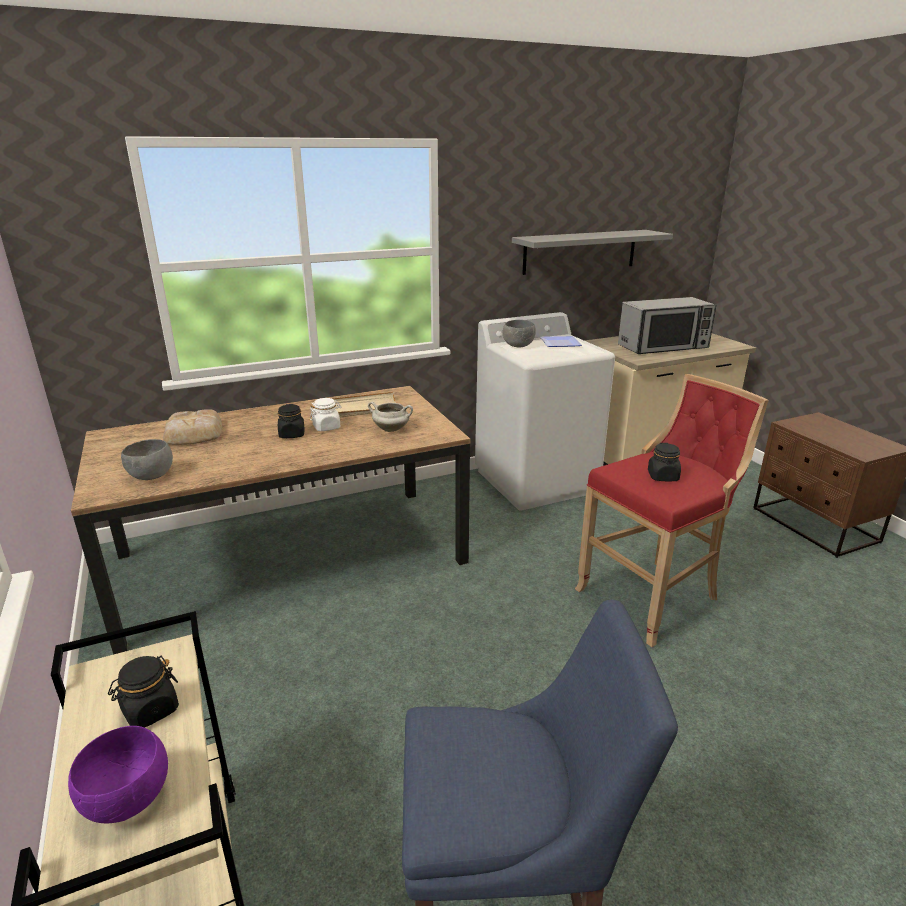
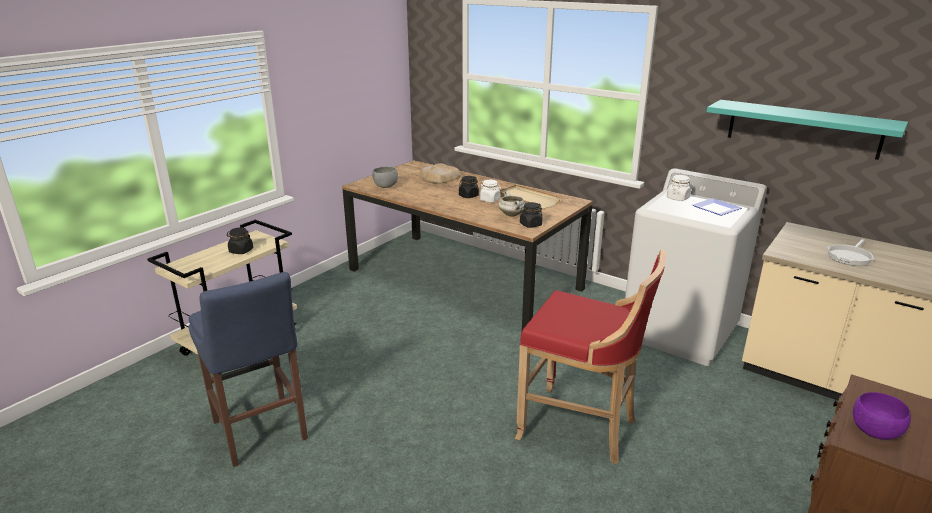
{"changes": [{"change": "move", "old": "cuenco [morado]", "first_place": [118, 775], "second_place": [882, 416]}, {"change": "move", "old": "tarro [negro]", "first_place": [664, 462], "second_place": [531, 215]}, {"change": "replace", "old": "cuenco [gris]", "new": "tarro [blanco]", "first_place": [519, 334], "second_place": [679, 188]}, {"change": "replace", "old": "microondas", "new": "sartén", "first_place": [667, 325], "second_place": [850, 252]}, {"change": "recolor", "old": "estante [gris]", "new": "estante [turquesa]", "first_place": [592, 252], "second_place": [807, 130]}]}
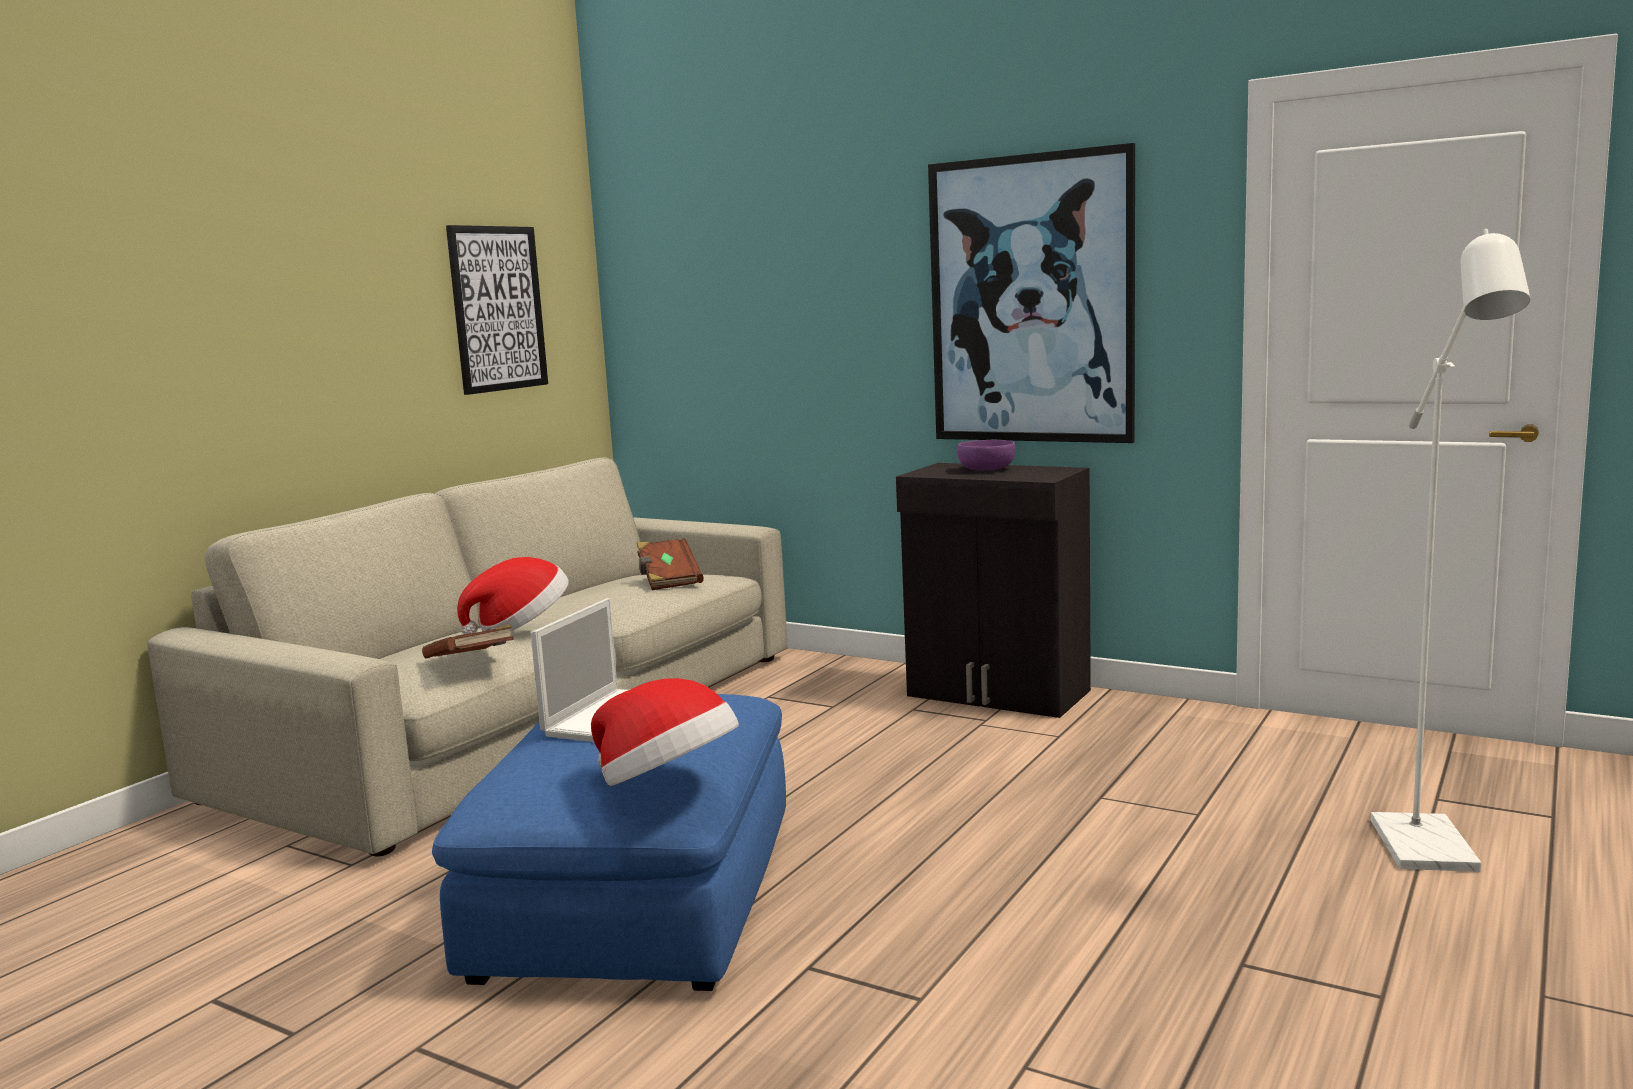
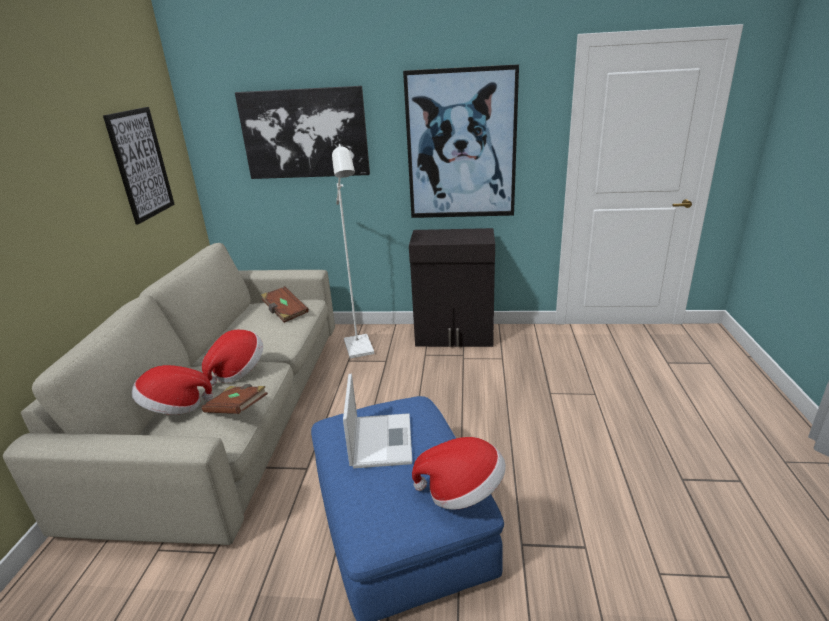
{"changes": [{"change": "delete", "old": "cuenco [morado]", "first_place": [986, 455]}, {"change": "insert", "new": "sombrero", "second_place": [172, 390]}, {"change": "insert", "new": "cuadro", "second_place": [302, 132]}, {"change": "move", "old": "lámpara de pie [blanco]", "first_place": [1450, 550], "second_place": [353, 251]}]}
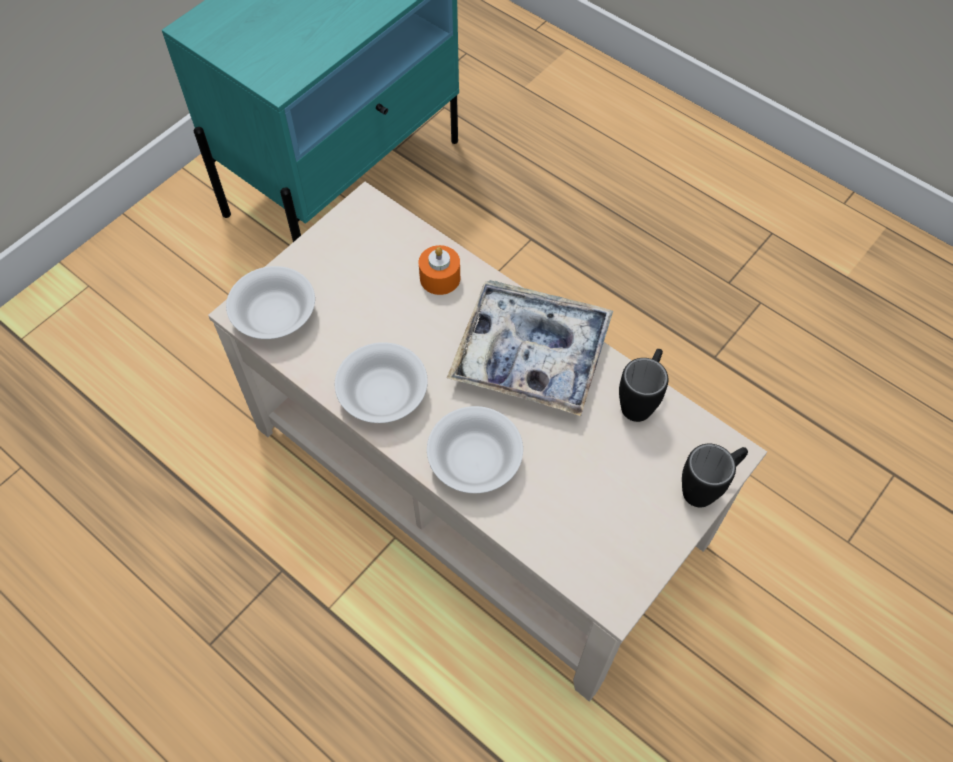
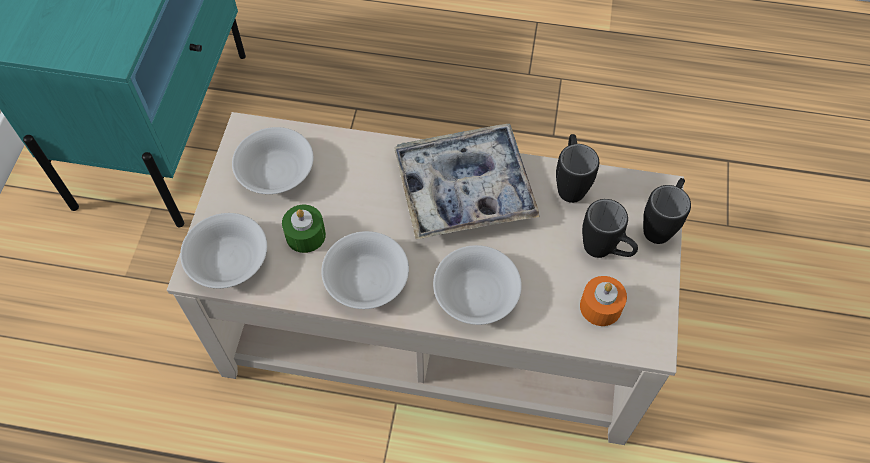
{"changes": [{"change": "insert", "new": "cuenco [blanco]", "second_place": [273, 160]}, {"change": "insert", "new": "vela [verde]", "second_place": [304, 229]}, {"change": "insert", "new": "taza grande [negro]", "second_place": [610, 228]}, {"change": "move", "old": "vela [naranja]", "first_place": [439, 270], "second_place": [603, 301]}]}
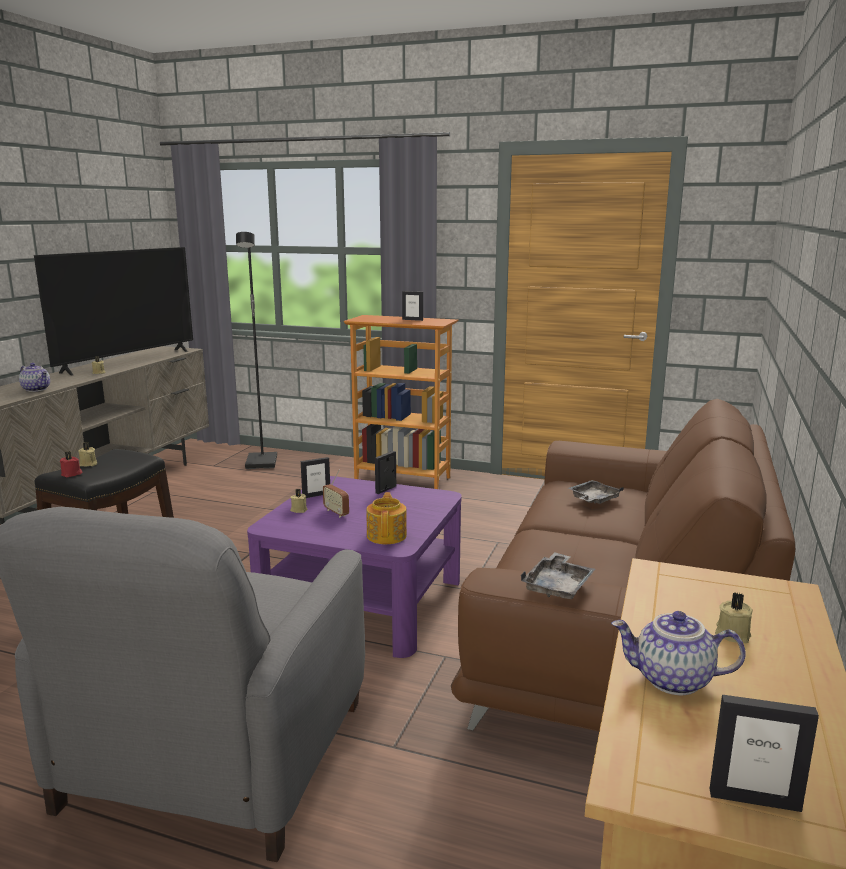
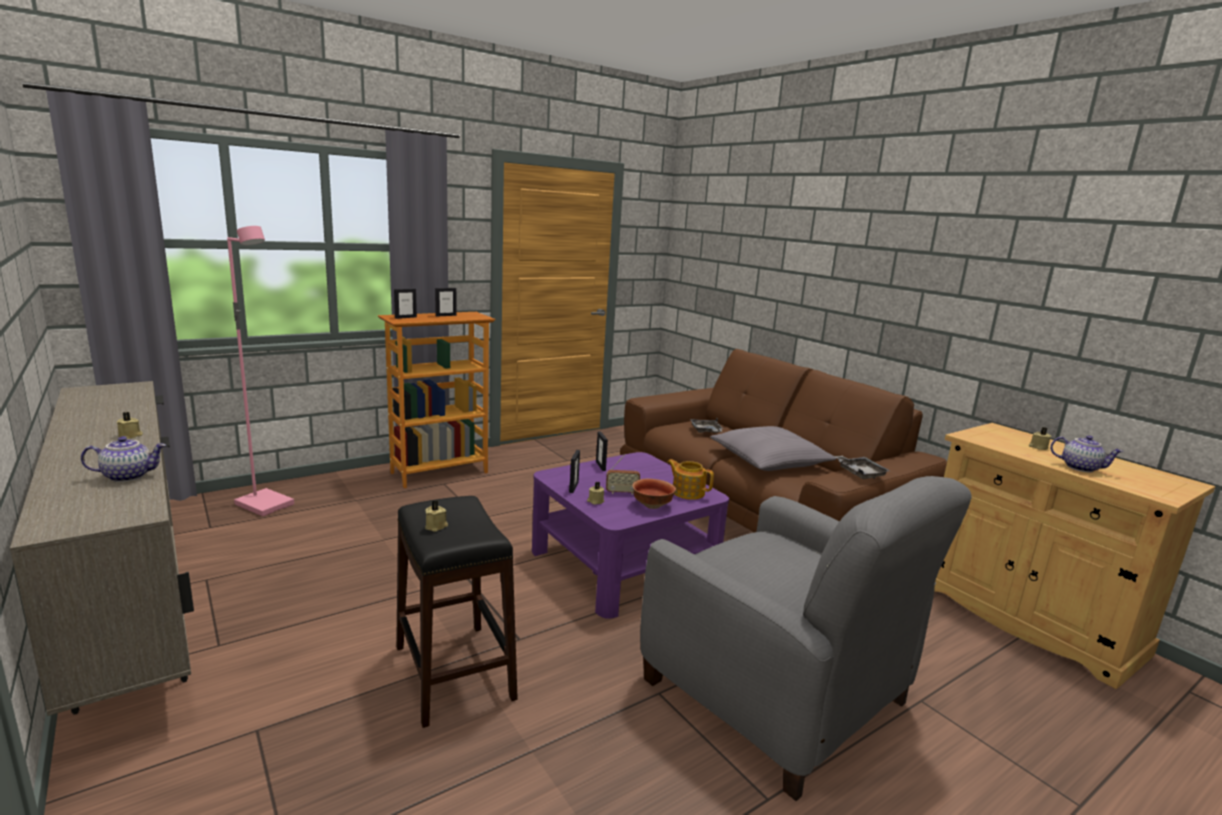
{"changes": [{"change": "delete", "old": "televisor", "first_place": [113, 311]}, {"change": "delete", "old": "vela [rojo]", "first_place": [71, 464]}, {"change": "insert", "new": "cuenco", "second_place": [654, 494]}, {"change": "insert", "new": "cojín [gris]", "second_place": [773, 448]}, {"change": "move", "old": "portarretratos", "first_place": [764, 753], "second_place": [405, 304]}, {"change": "recolor", "old": "lámpara de pie [negro]", "new": "lámpara de pie [rosa]", "first_place": [256, 350], "second_place": [260, 371]}, {"change": "rotate", "old": "tetera", "first_place": [678, 653], "second_place": [1086, 453], "degrees": -105}]}
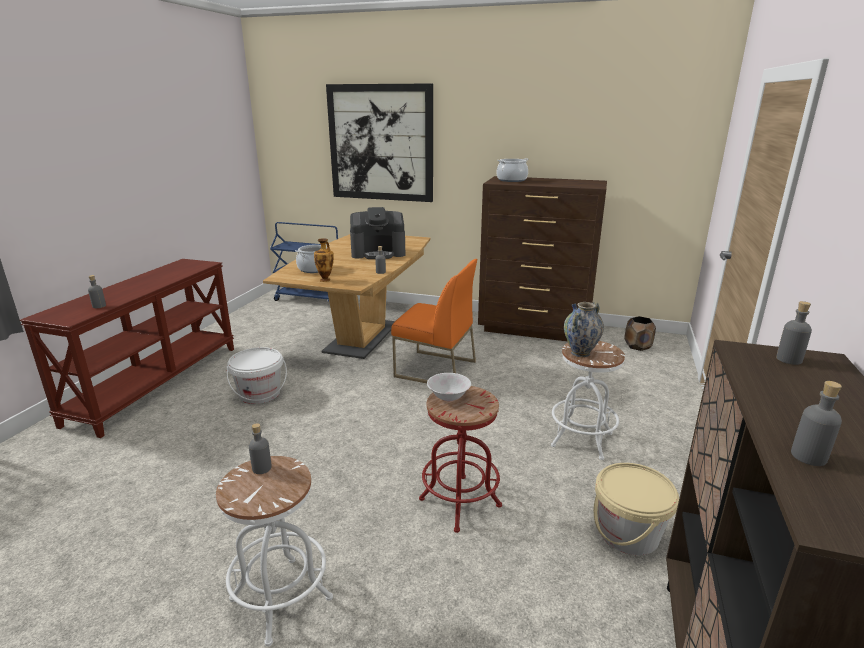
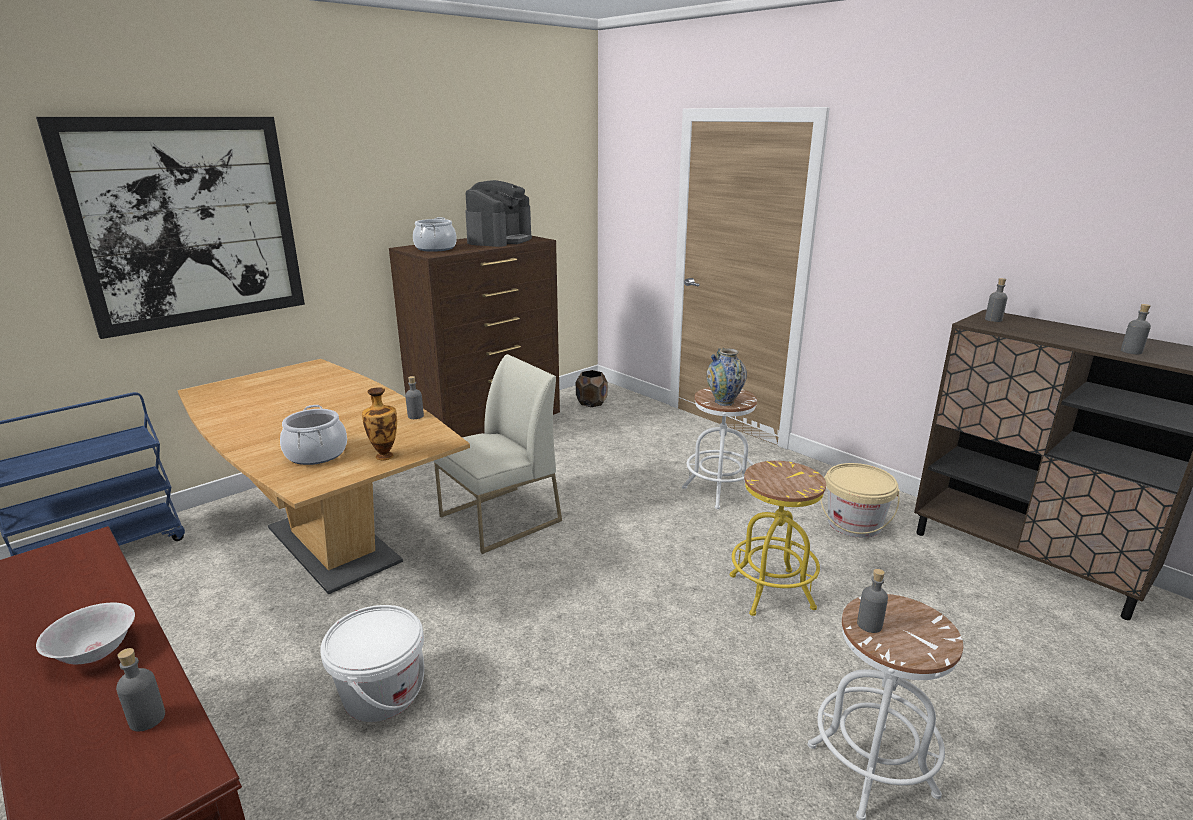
{"changes": [{"change": "move", "old": "cafetera", "first_place": [377, 233], "second_place": [498, 213]}, {"change": "move", "old": "cuenco [blanco]", "first_place": [449, 387], "second_place": [85, 633]}, {"change": "recolor", "old": "silla [naranja]", "new": "silla [blanco]", "first_place": [434, 321], "second_place": [498, 454]}, {"change": "recolor", "old": "taburete [rojo]", "new": "taburete [amarillo]", "first_place": [460, 459], "second_place": [778, 538]}]}
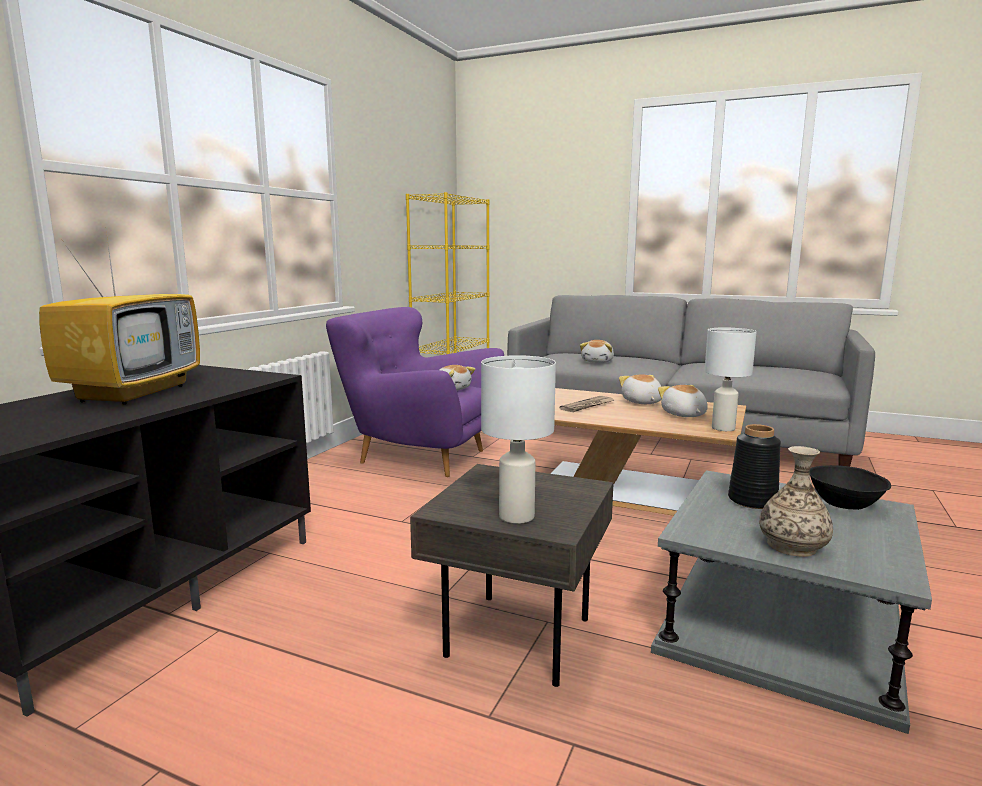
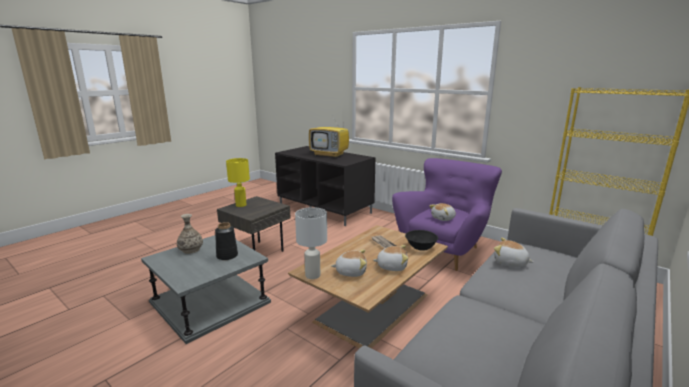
{"changes": [{"change": "move", "old": "cuenco [negro]", "first_place": [850, 487], "second_place": [421, 240]}, {"change": "recolor", "old": "lámpara de mesa [blanco]", "new": "lámpara de mesa [amarillo]", "first_place": [518, 439], "second_place": [238, 182]}]}
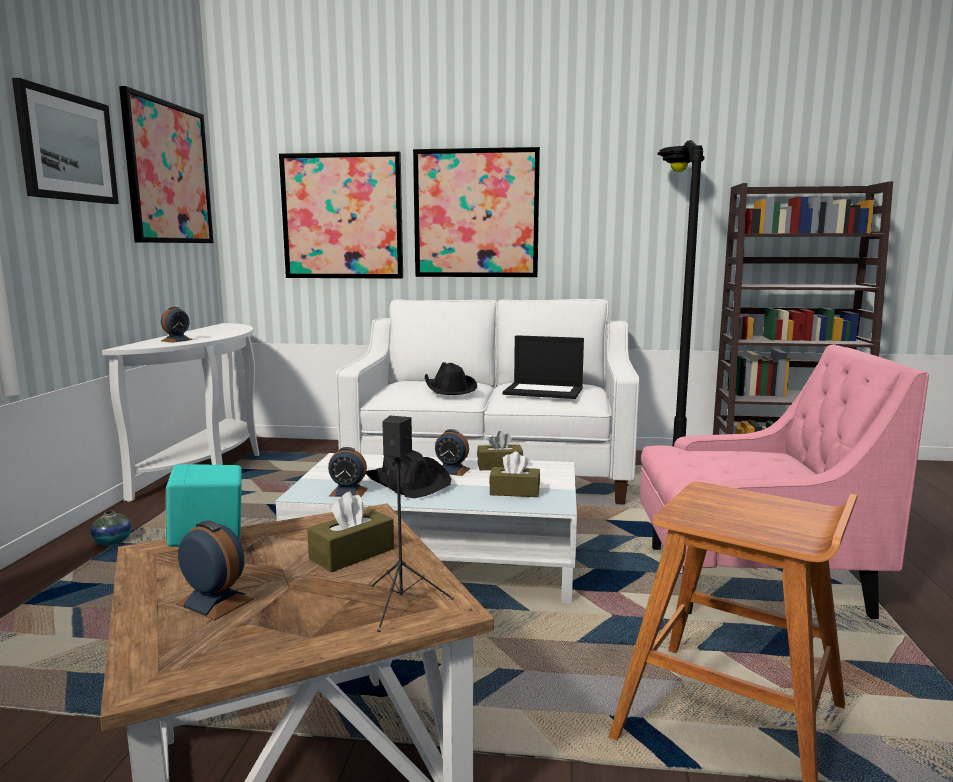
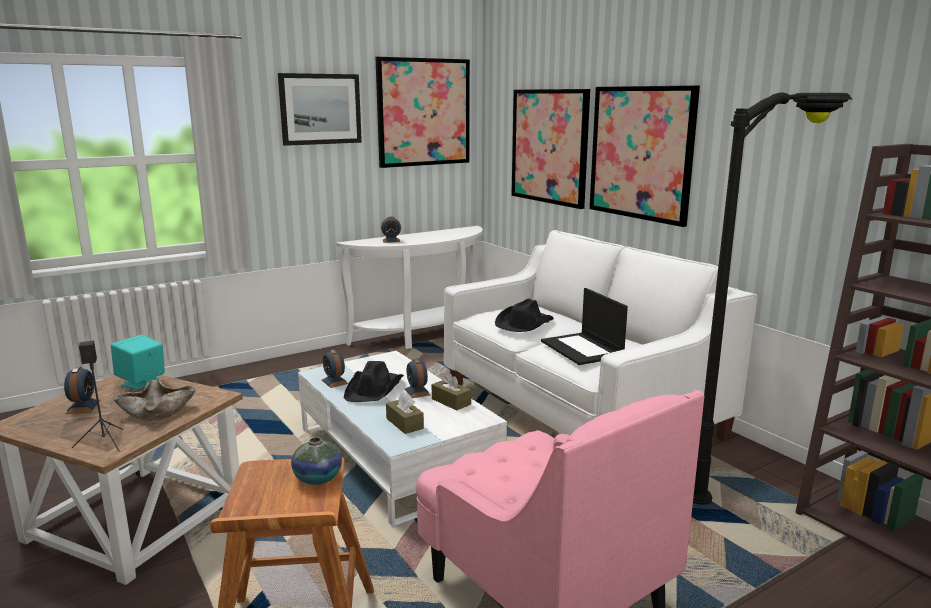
{"changes": [{"change": "move", "old": "florero", "first_place": [111, 528], "second_place": [316, 461]}, {"change": "replace", "old": "caja de pañuelos [marrón]", "new": "cuenco [beis]", "first_place": [350, 531], "second_place": [154, 400]}]}
